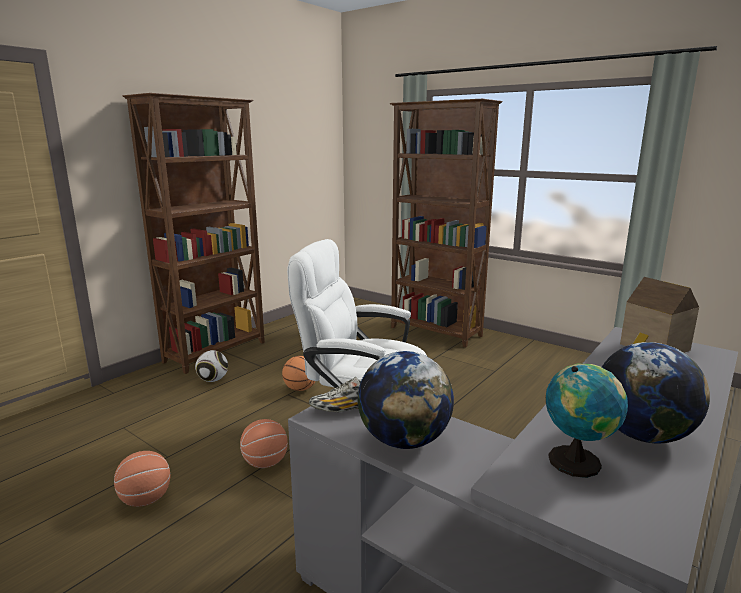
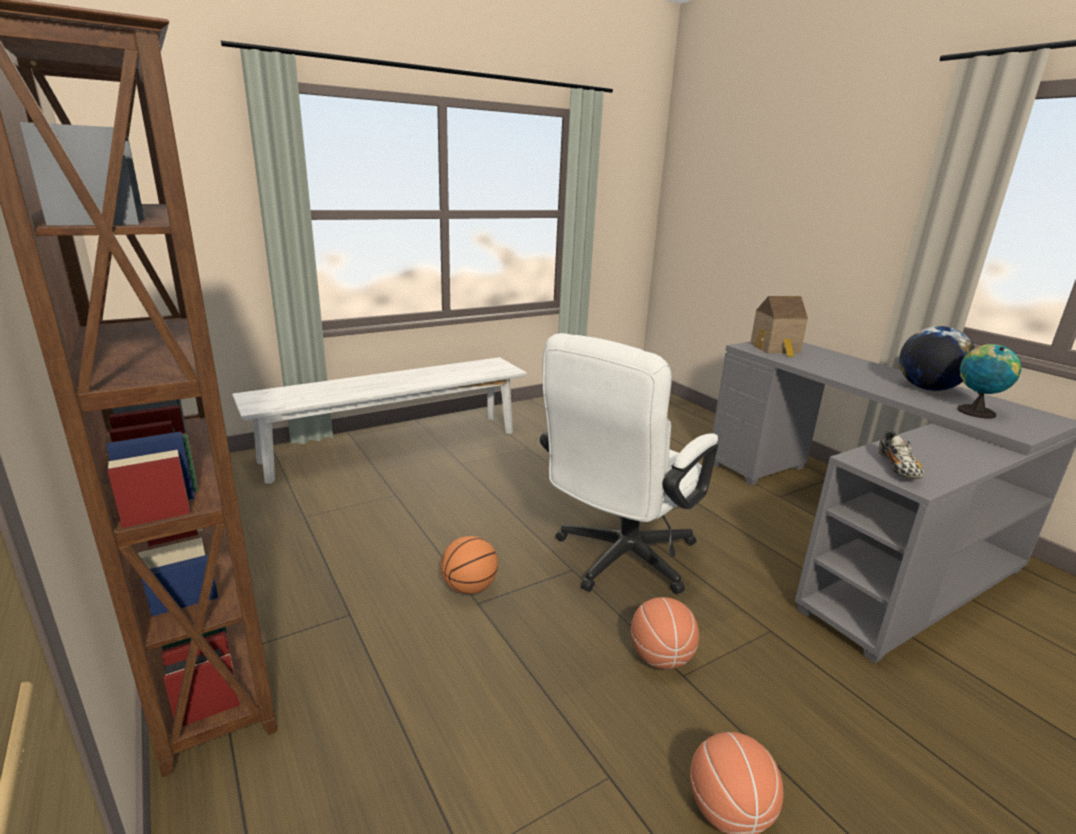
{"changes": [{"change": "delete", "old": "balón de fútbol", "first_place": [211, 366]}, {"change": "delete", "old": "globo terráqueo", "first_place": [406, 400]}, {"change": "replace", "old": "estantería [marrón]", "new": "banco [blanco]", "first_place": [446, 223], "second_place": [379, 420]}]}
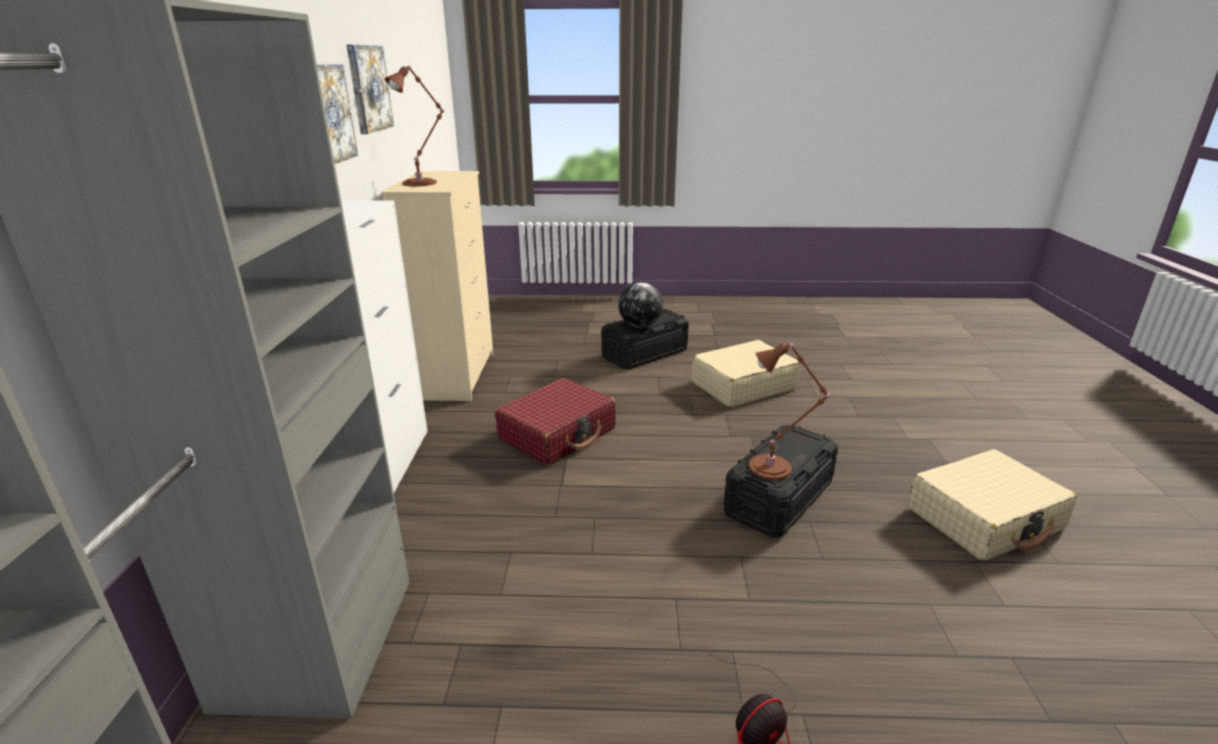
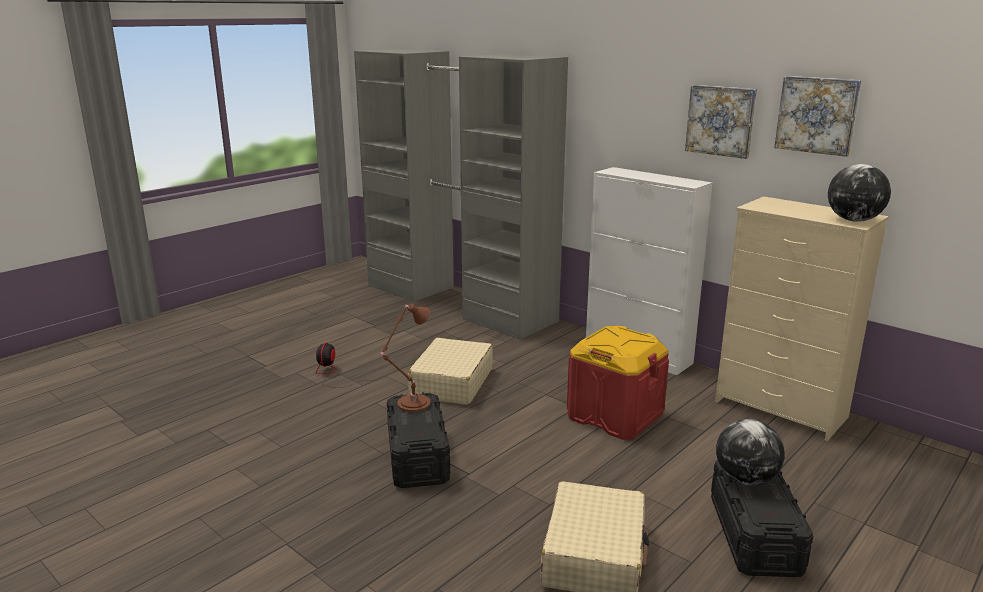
{"changes": [{"change": "delete", "old": "lámpara de mesa [marrón]", "first_place": [414, 125]}, {"change": "insert", "new": "globo terráqueo", "second_place": [859, 193]}, {"change": "move", "old": "maleta [beis]", "first_place": [992, 505], "second_place": [450, 371]}, {"change": "replace", "old": "maleta [rojo]", "new": "caja de almacenaje [rojo]", "first_place": [555, 421], "second_place": [618, 383]}]}
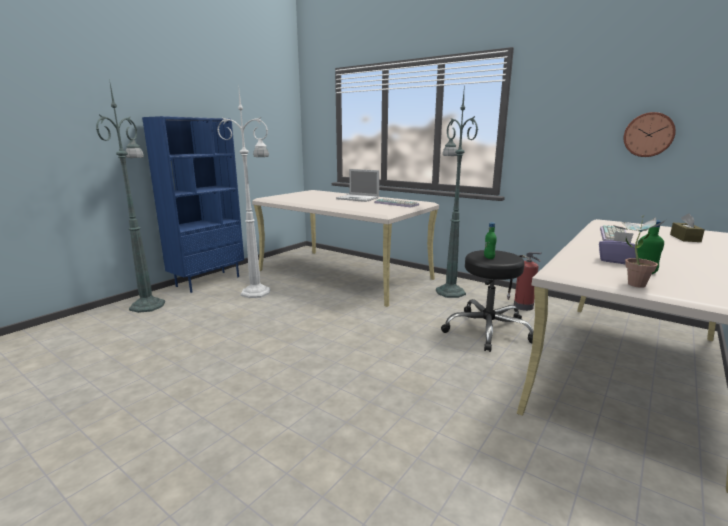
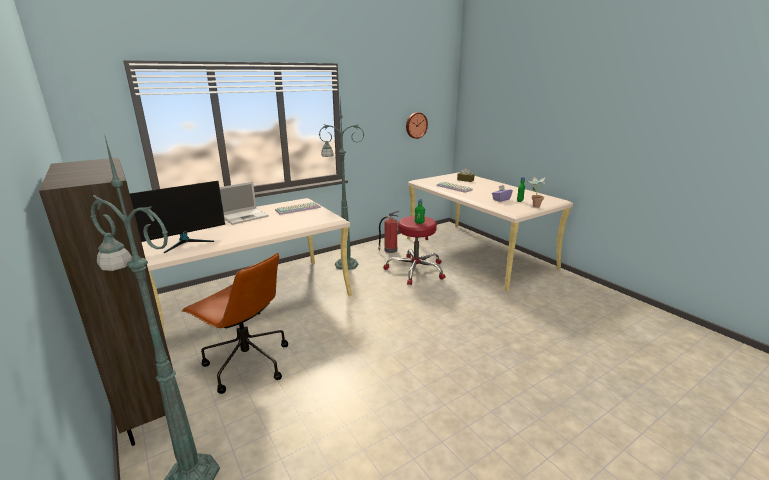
{"changes": [{"change": "insert", "new": "monitor", "second_place": [177, 217]}, {"change": "replace", "old": "lámpara de pie [blanco]", "new": "silla de oficina [marrón]", "first_place": [244, 190], "second_place": [235, 323]}, {"change": "recolor", "old": "estantería [azul]", "new": "estantería [marrón]", "first_place": [193, 204], "second_place": [106, 302]}, {"change": "recolor", "old": "taburete [negro]", "new": "taburete [rojo]", "first_place": [487, 301], "second_place": [414, 250]}]}
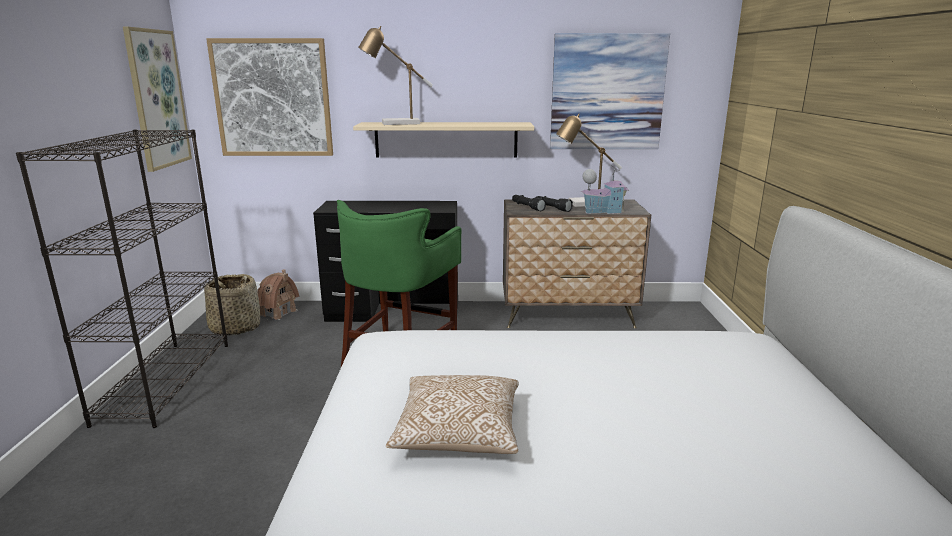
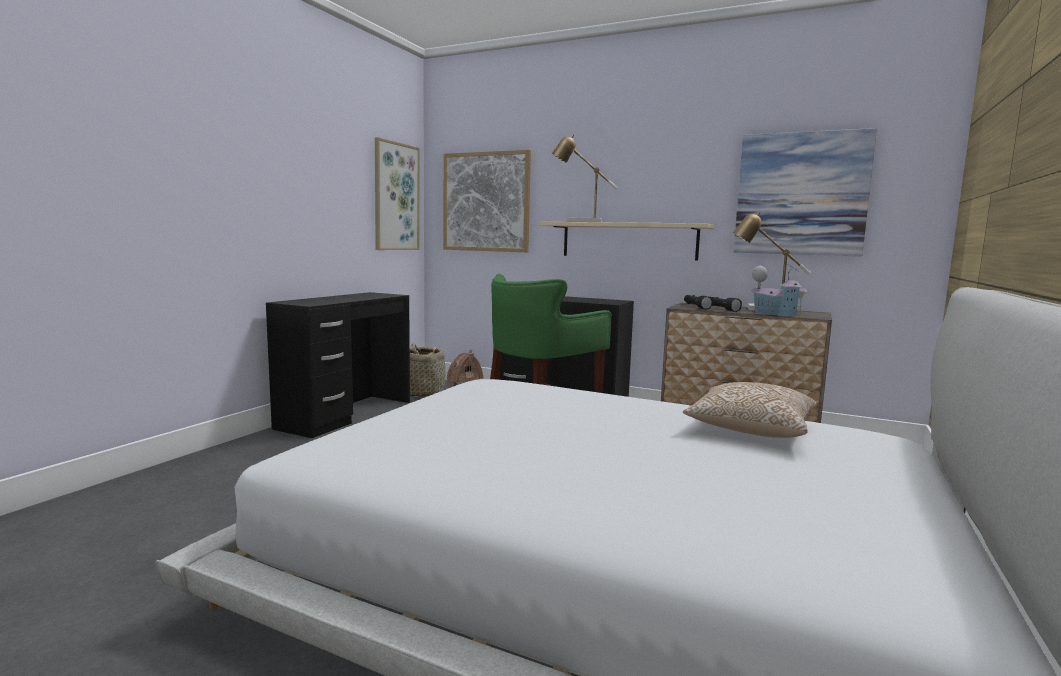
{"changes": [{"change": "move", "old": "cojín", "first_place": [452, 414], "second_place": [749, 410]}, {"change": "replace", "old": "estantería [negro]", "new": "escritorio [negro]", "first_place": [122, 279], "second_place": [338, 365]}]}
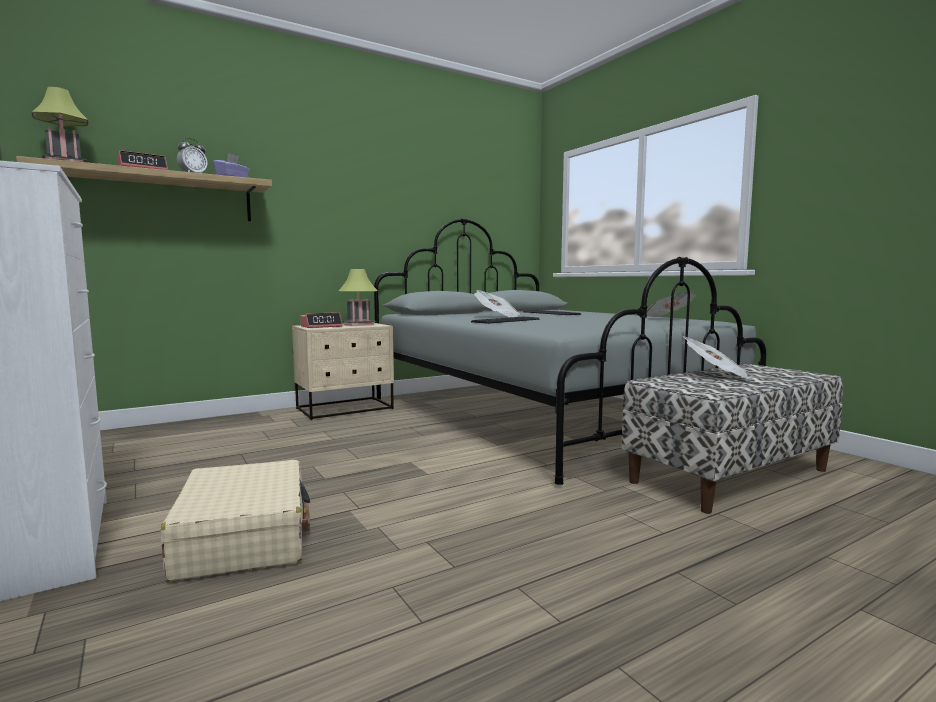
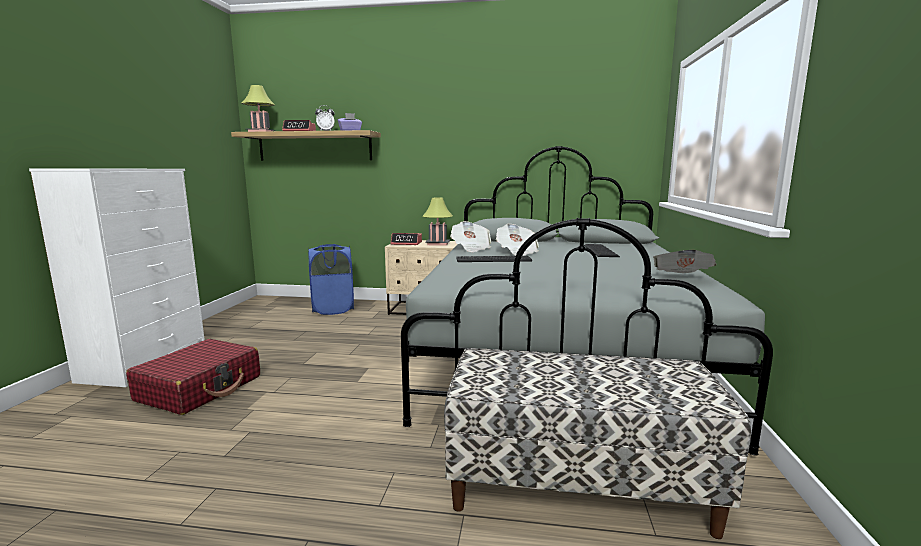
{"changes": [{"change": "insert", "new": "cesto de la ropa [azul]", "second_place": [331, 279]}, {"change": "move", "old": "periódico", "first_place": [717, 358], "second_place": [470, 236]}, {"change": "recolor", "old": "maleta [beis]", "new": "maleta [rojo]", "first_place": [235, 520], "second_place": [193, 377]}]}
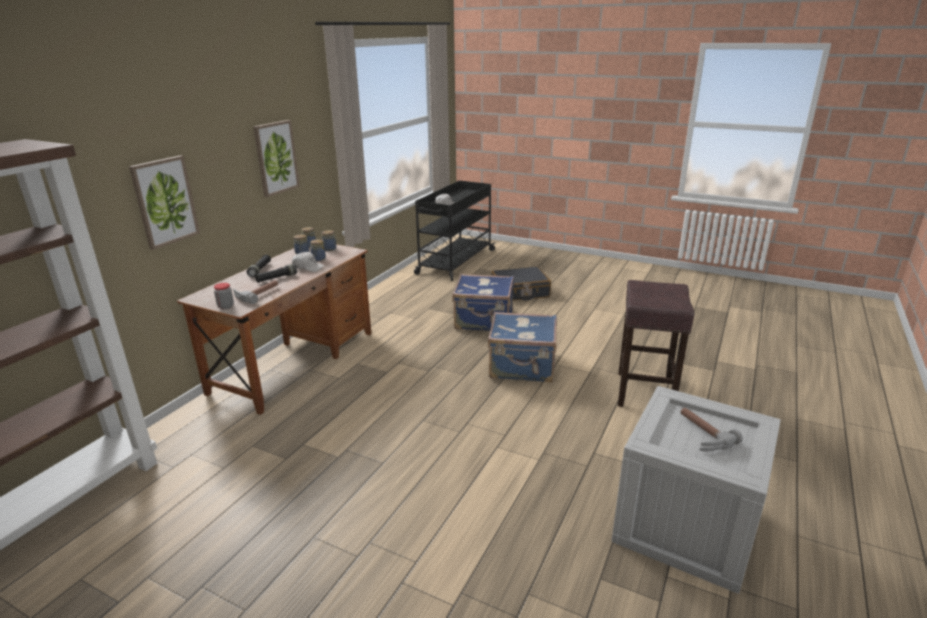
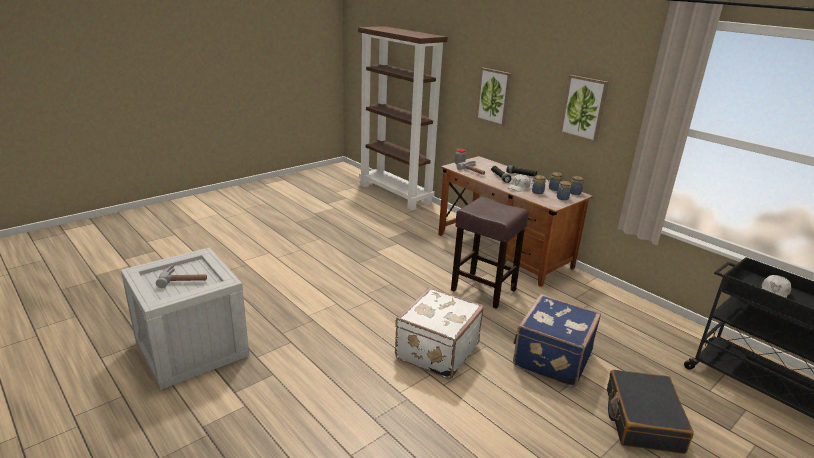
{"changes": [{"change": "move", "old": "taburete [marrón]", "first_place": [656, 343], "second_place": [490, 253]}, {"change": "recolor", "old": "maleta [azul]", "new": "maleta [blanco]", "first_place": [522, 347], "second_place": [439, 333]}]}
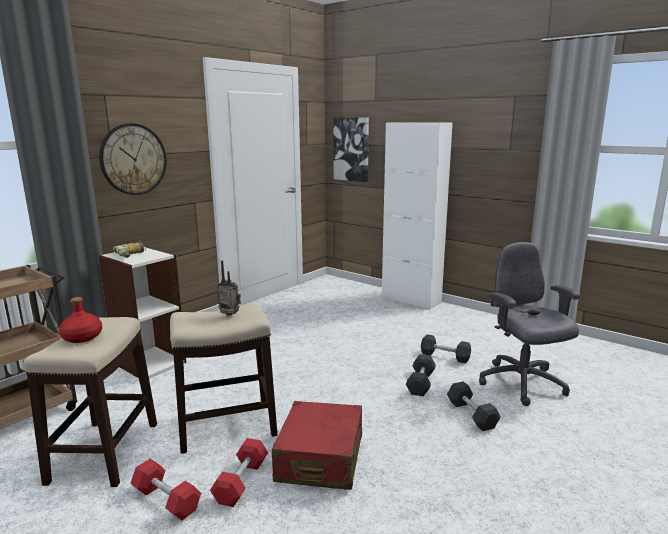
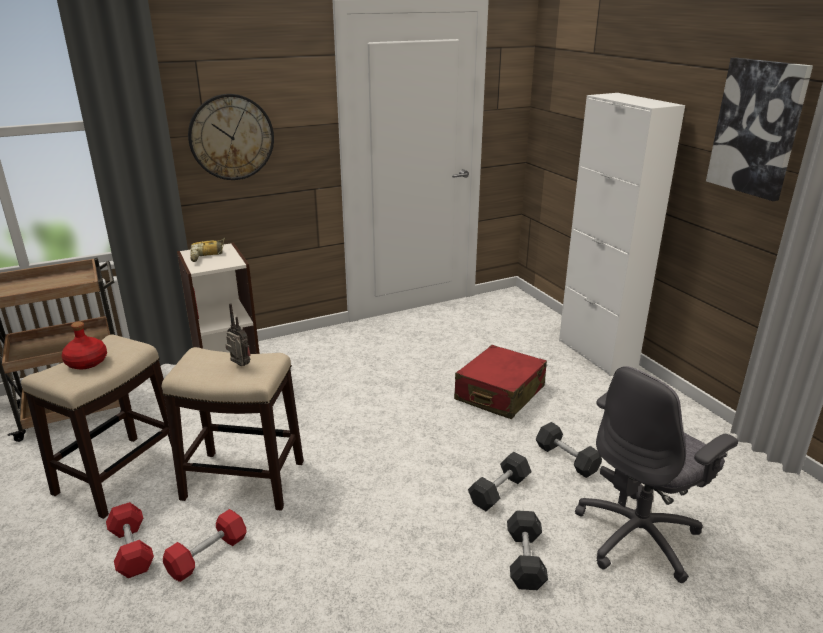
{"changes": [{"change": "move", "old": "maleta [rojo]", "first_place": [317, 445], "second_place": [500, 382]}, {"change": "move", "old": "cuadro", "first_place": [351, 149], "second_place": [759, 129]}, {"change": "rotate", "old": "silla de oficina [gris]", "first_place": [530, 324], "second_place": [656, 474], "degrees": -135}]}
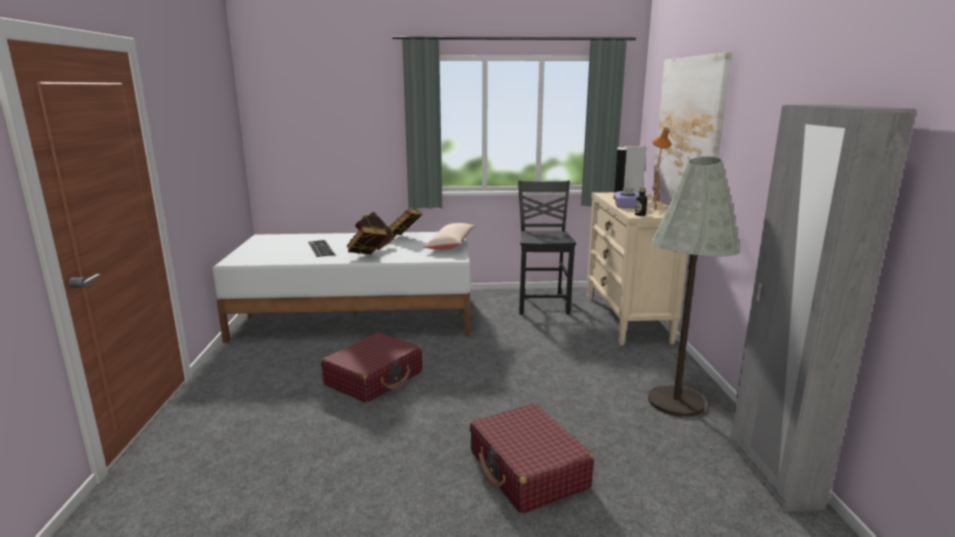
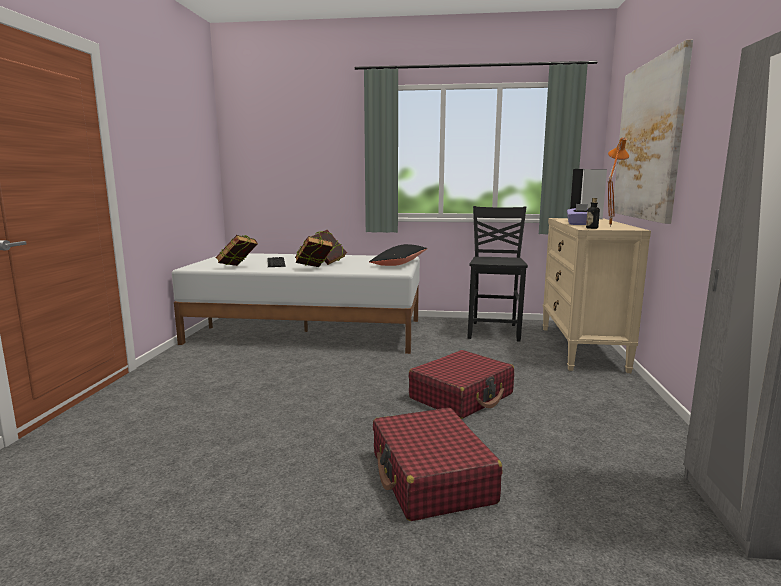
{"changes": [{"change": "delete", "old": "lámpara de pie [gris]", "first_place": [694, 287]}, {"change": "move", "old": "maleta [rojo]", "first_place": [371, 368], "second_place": [461, 384]}, {"change": "move", "old": "libro", "first_place": [406, 221], "second_place": [237, 250]}, {"change": "recolor", "old": "cojín [beis]", "new": "cojín [negro]", "first_place": [449, 236], "second_place": [398, 255]}]}
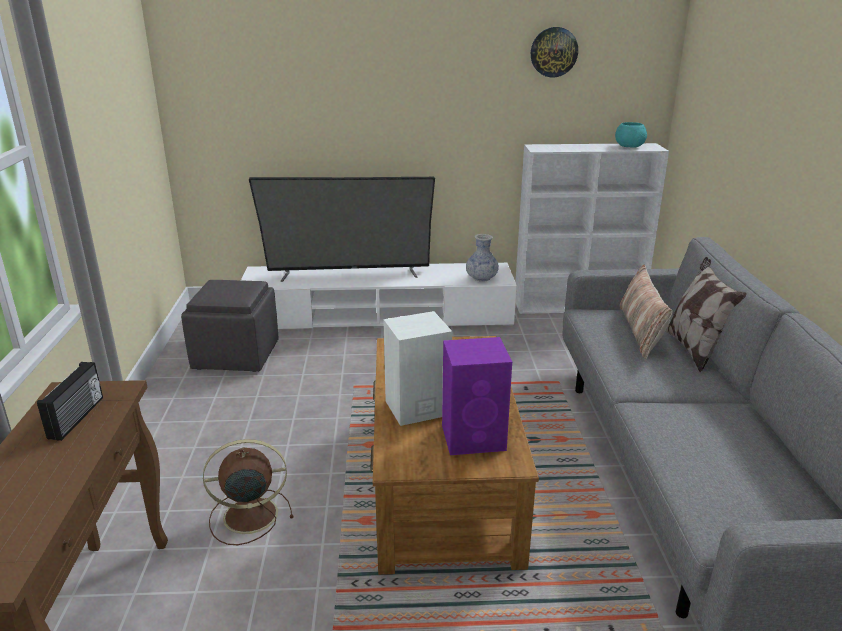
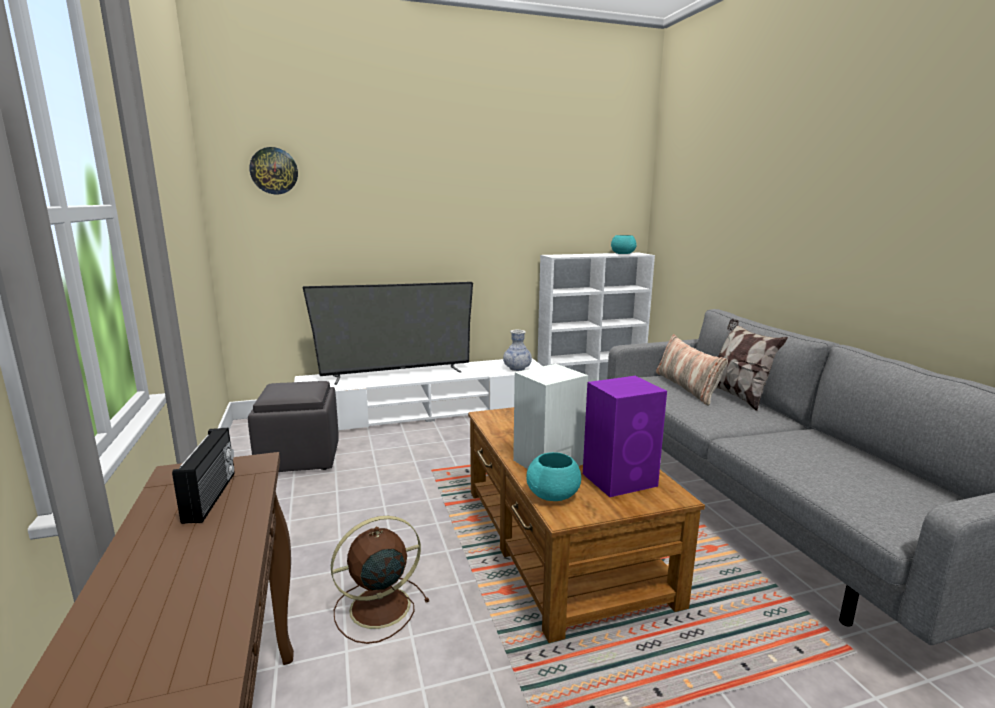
{"changes": [{"change": "insert", "new": "cuenco [turquesa]", "second_place": [553, 476]}, {"change": "move", "old": "reloj de pared", "first_place": [554, 52], "second_place": [274, 170]}]}
